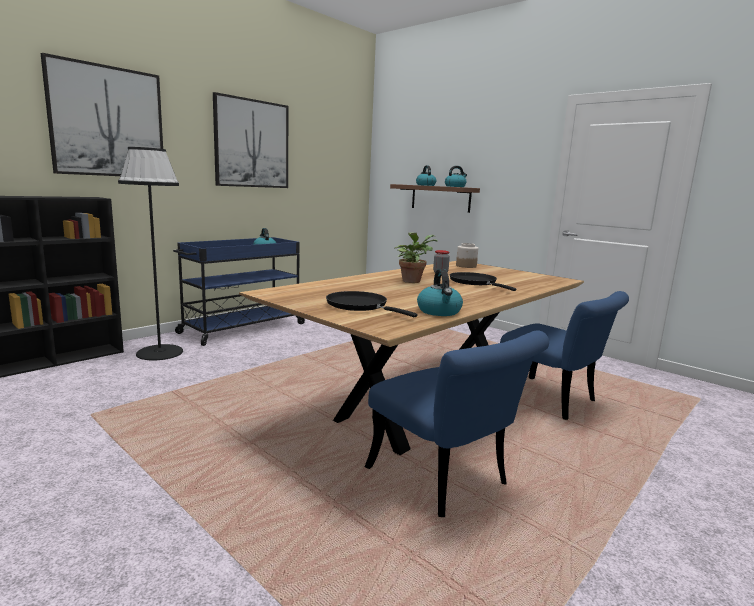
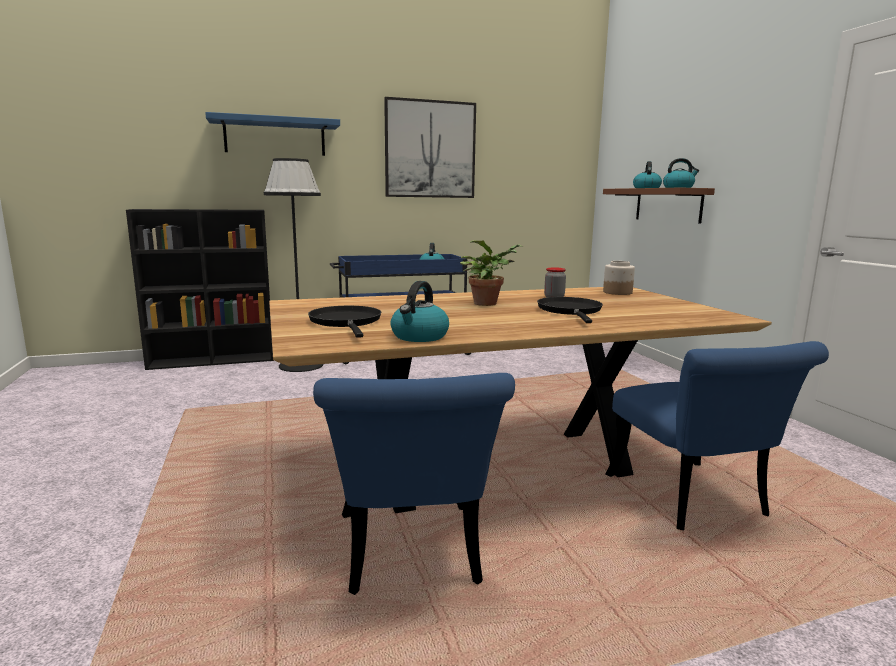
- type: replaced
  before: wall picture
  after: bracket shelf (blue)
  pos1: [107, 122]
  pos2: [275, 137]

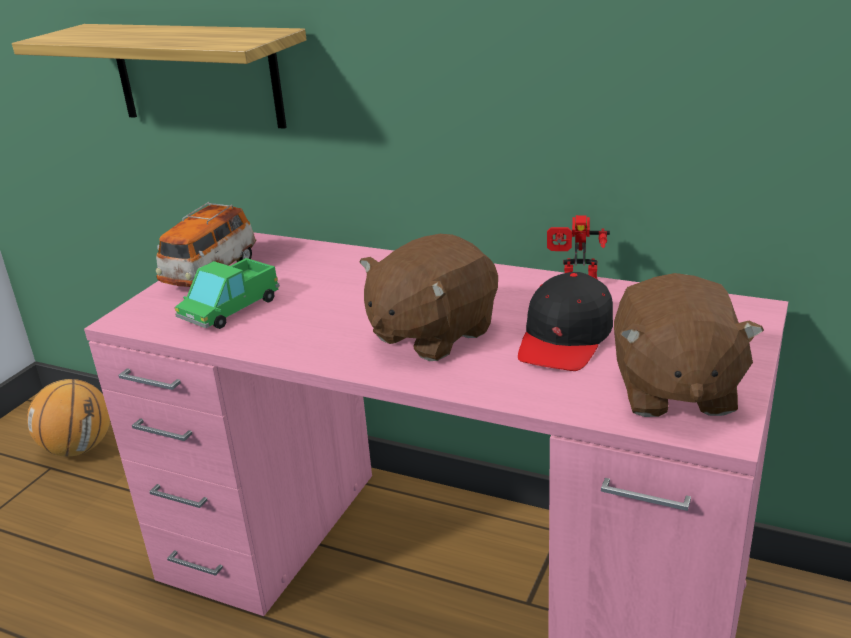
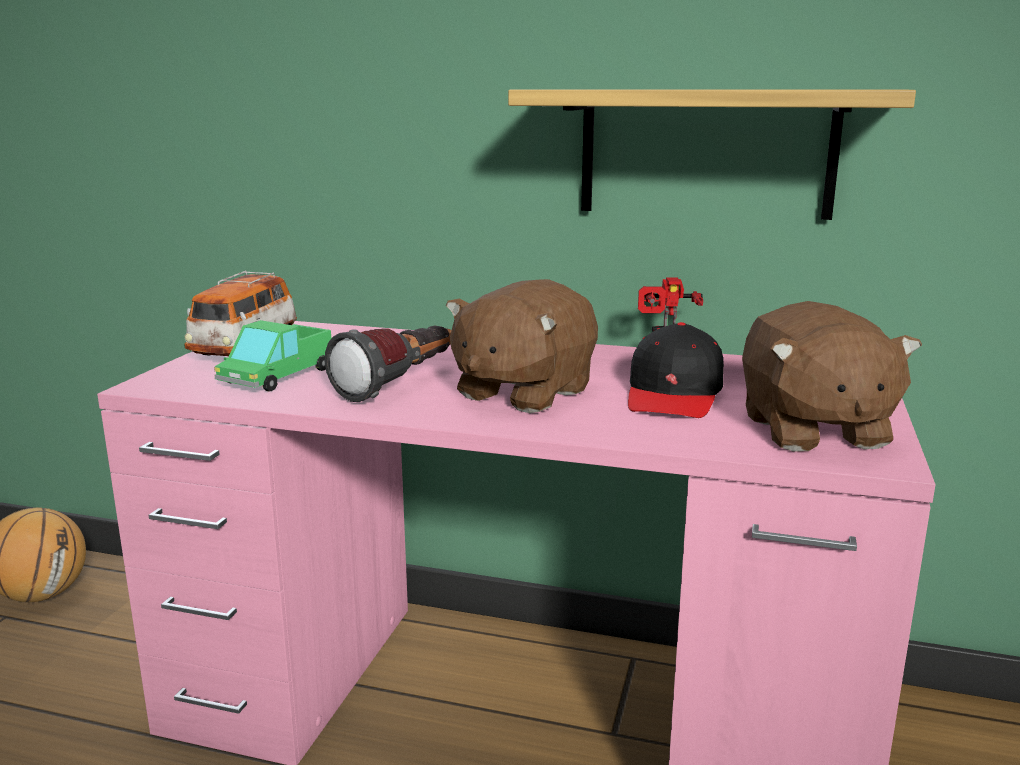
- type: moved
  before: bracket shelf
  pos1: [197, 75]
  pos2: [706, 153]
- type: added
  after: flashlight
  pos2: [400, 385]

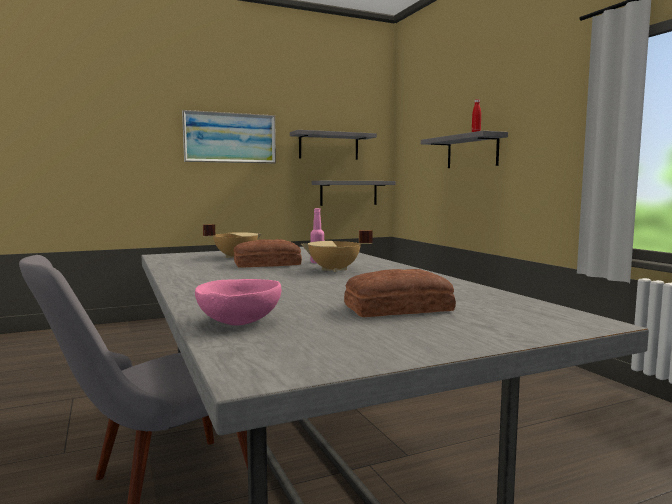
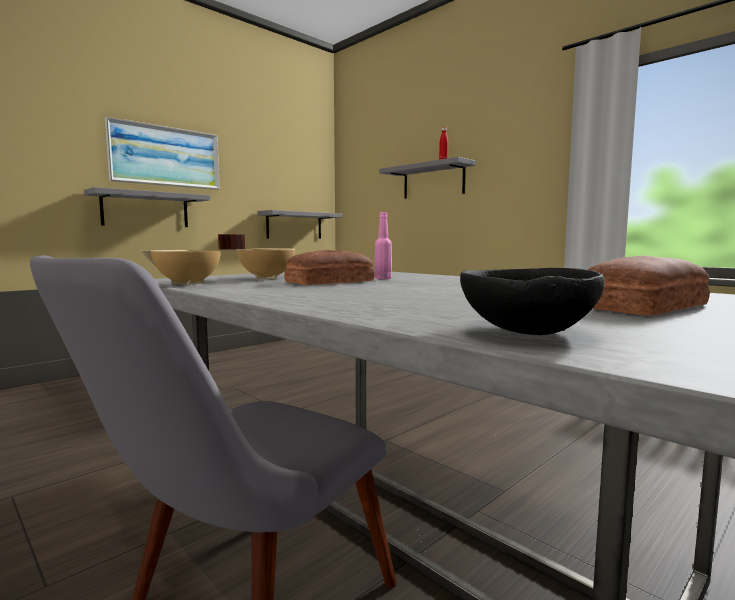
- type: recoloured
  before: deep dish (pinkish)
  after: deep dish (blackish)
  pos1: [239, 321]
  pos2: [525, 331]
- type: moved
  before: bracket shelf (greyish)
  pos1: [328, 146]
  pos2: [145, 210]
- type: moved
  before: cooking pot (sand-coloured)
  pos1: [334, 270]
  pos2: [188, 284]

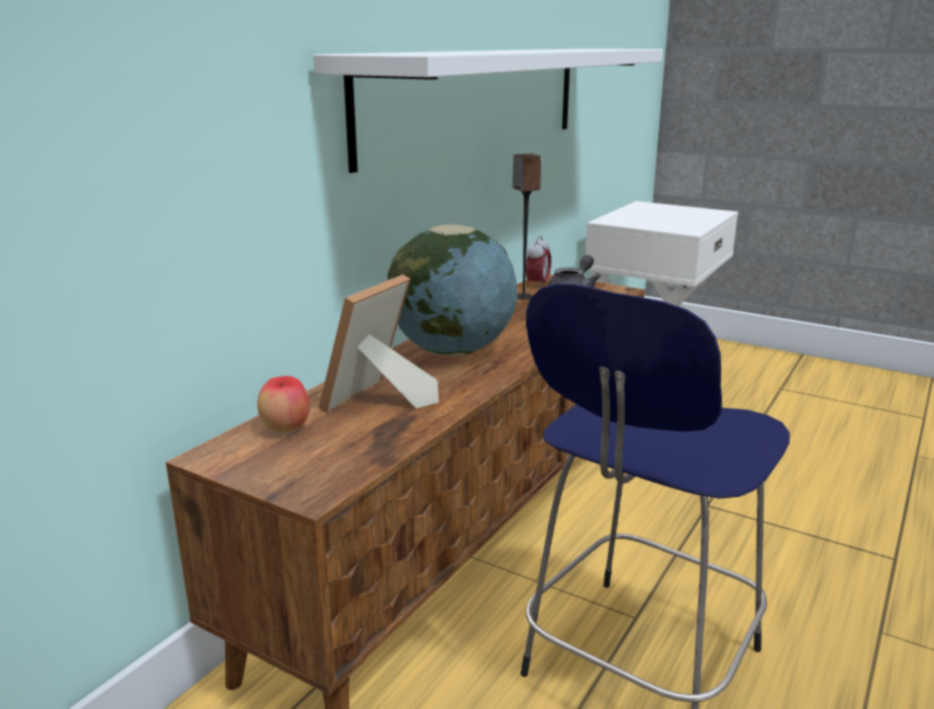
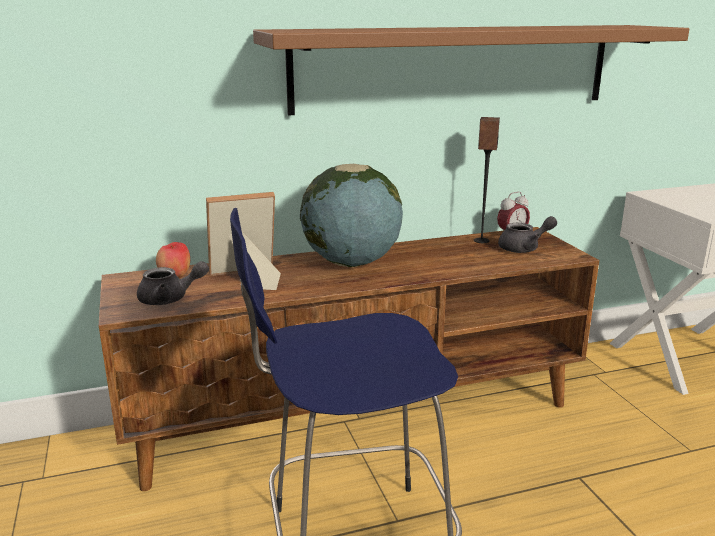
- type: recoloured
  before: bracket shelf (white)
  after: bracket shelf (brown)
  pos1: [478, 99]
  pos2: [455, 67]
- type: added
  after: pot for tea (greyish)
  pos2: [170, 299]

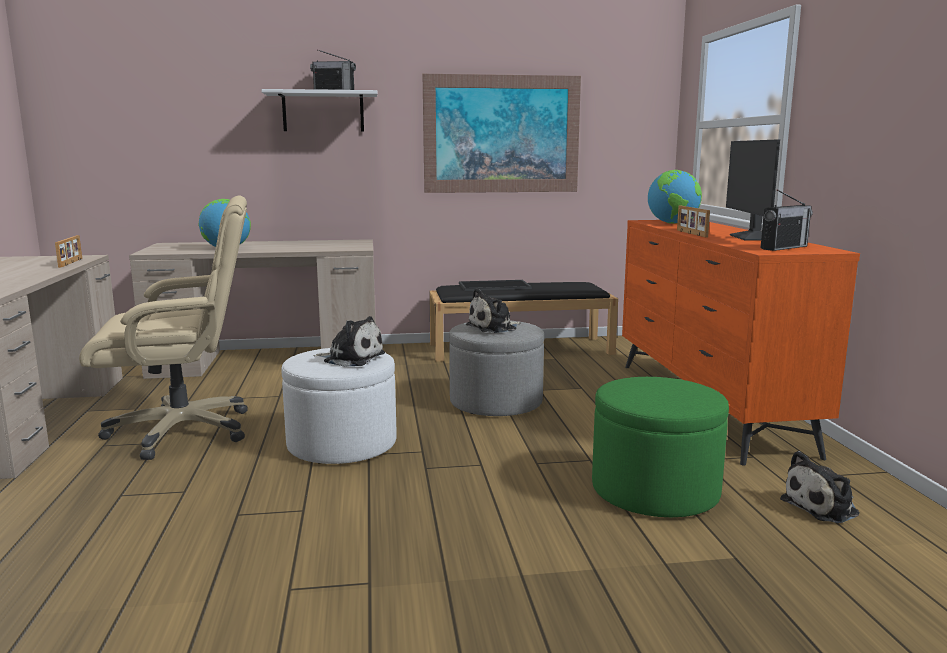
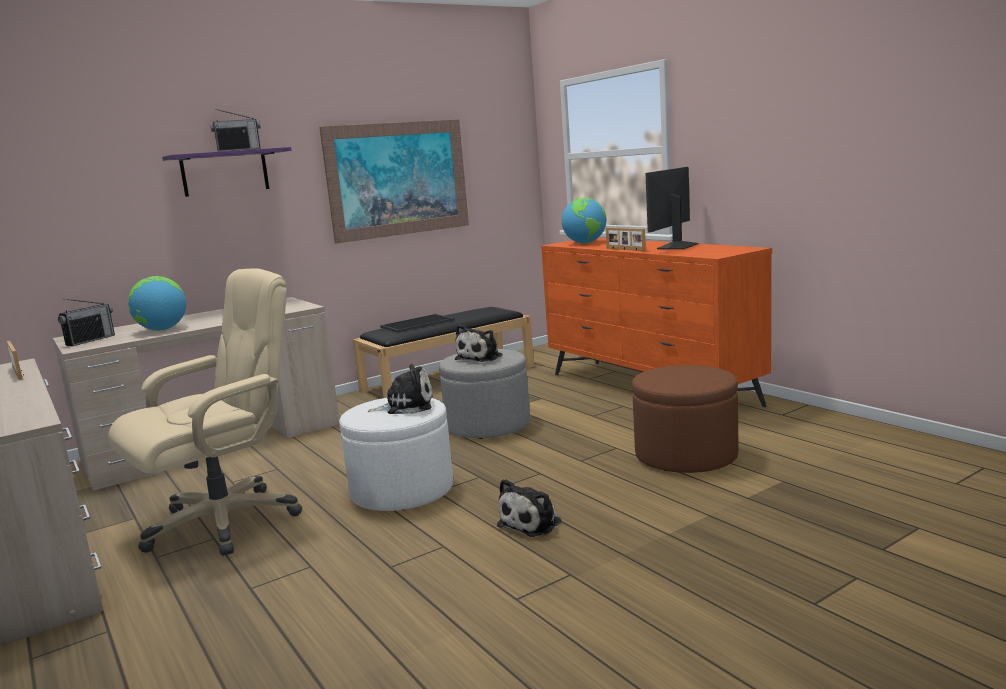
- type: recoloured
  before: bracket shelf (white)
  after: bracket shelf (purple)
  pos1: [323, 112]
  pos2: [225, 172]
- type: recoloured
  before: pouffe (green-coloured)
  after: pouffe (brown)
  pos1: [654, 491]
  pos2: [686, 455]
- type: turned
  before: computer display
  pos1: [753, 237]
  pos2: [676, 246]
  turn: 60
- type: moved
  before: radio
  pos1: [784, 248]
  pos2: [90, 340]
- type: moved
  before: soft toy
  pos1: [823, 507]
  pos2: [532, 523]

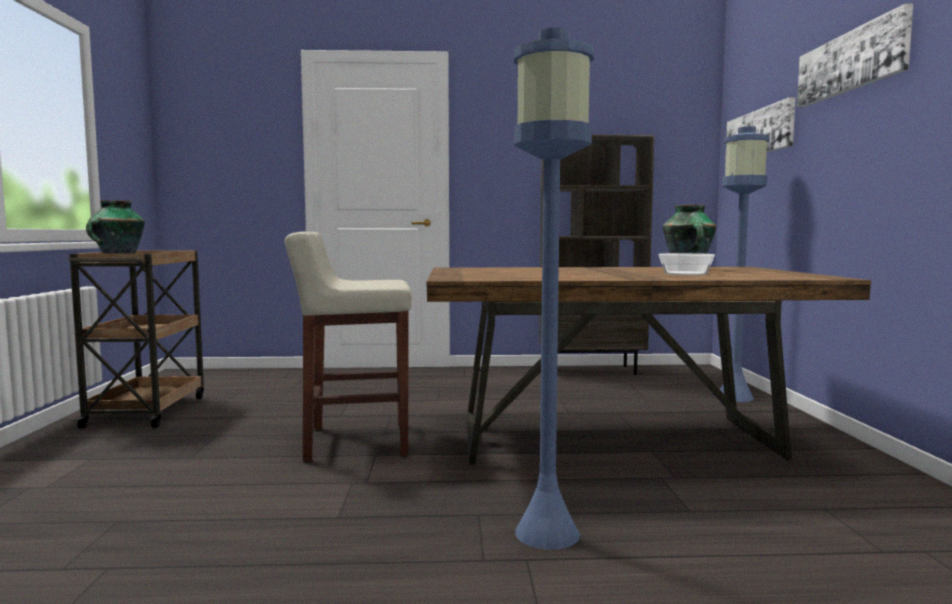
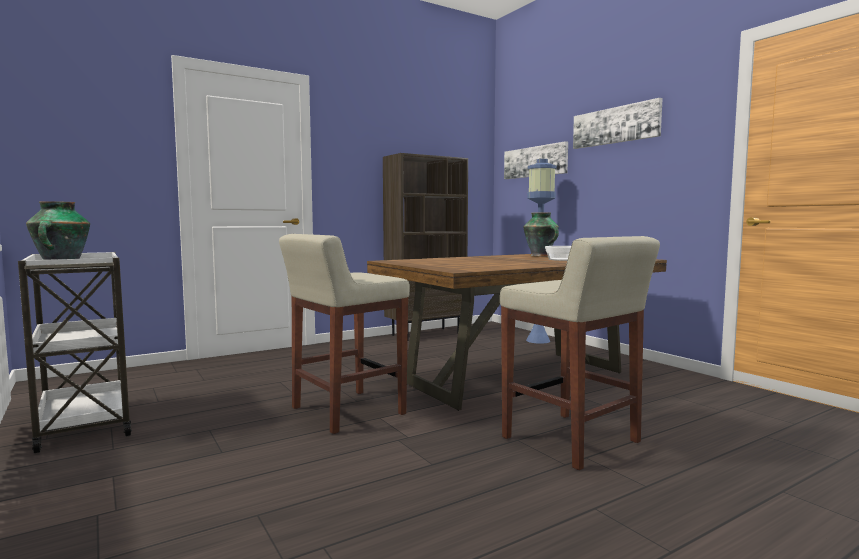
- type: recoloured
  before: cart (brown)
  after: cart (white)
  pos1: [148, 410]
  pos2: [84, 423]
- type: replaced
  before: standing lamp (blue)
  after: stool seat (sand-coloured)
  pos1: [546, 534]
  pos2: [572, 441]

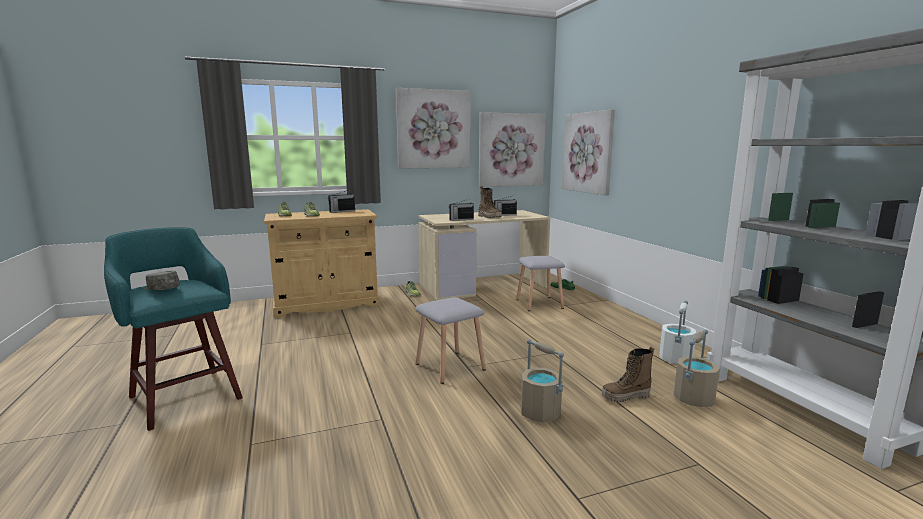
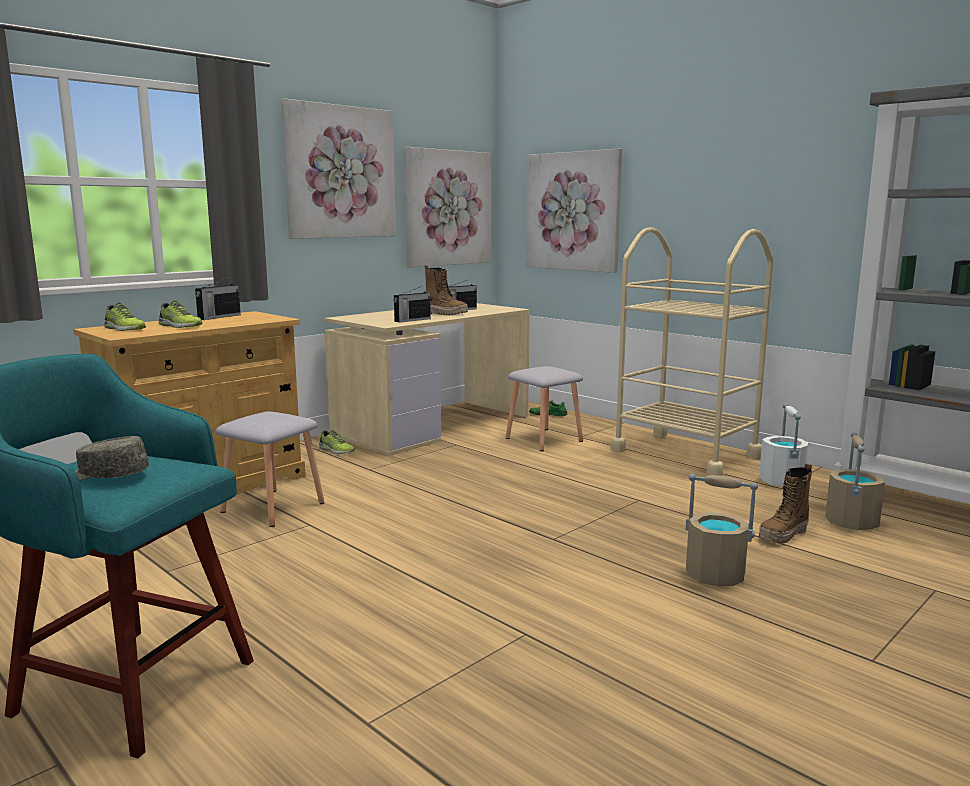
- type: moved
  before: stool seat (greyish)
  pos1: [449, 367]
  pos2: [272, 508]
- type: added
  after: cart (sand-coloured)
  pos2: [685, 453]

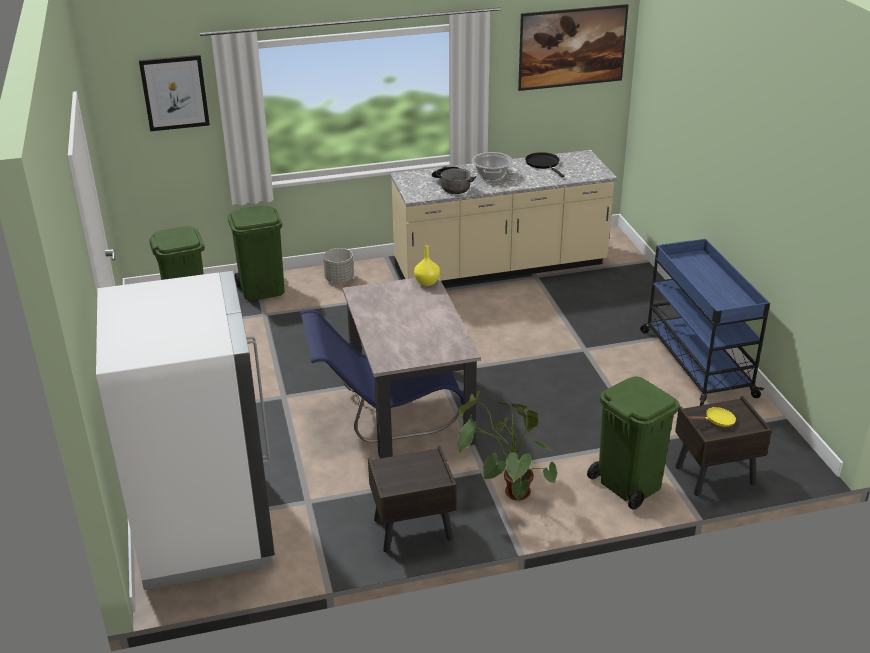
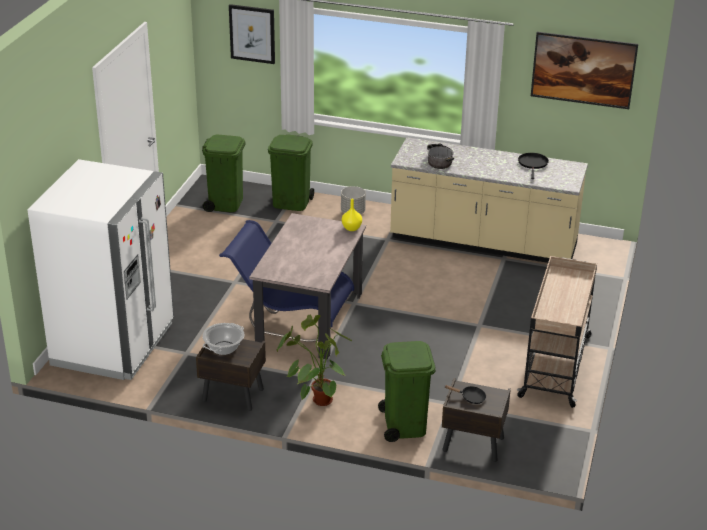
- type: moved
  before: cooking pot
  pos1: [491, 175]
  pos2: [224, 348]
- type: recoloured
  before: cart (blue)
  after: cart (sand-coloured)
  pos1: [696, 362]
  pos2: [555, 365]
- type: recoloured
  before: pan (yellow-coloured)
  after: pan (blackish)
  pos1: [716, 421]
  pos2: [470, 398]

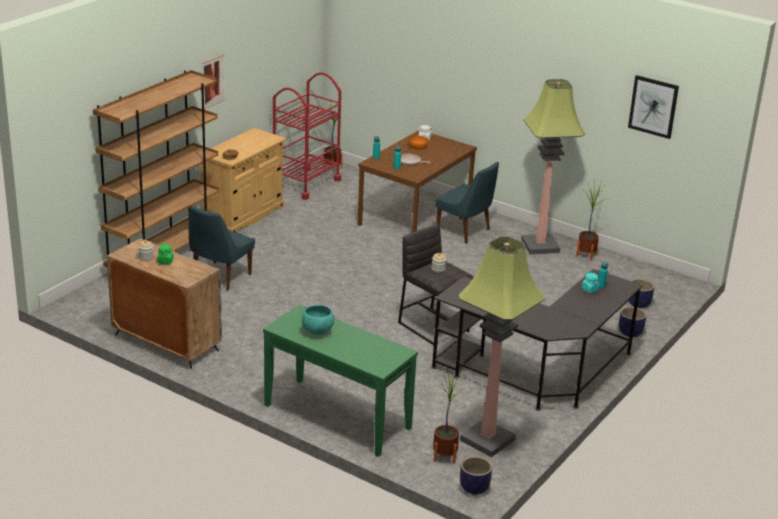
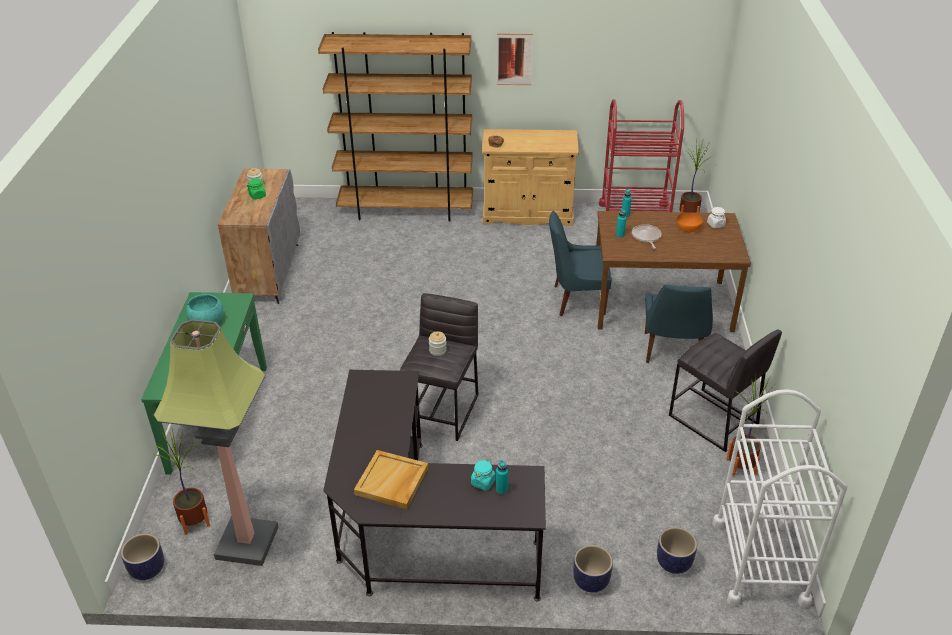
- type: moved
  before: chair (blue)
  pos1: [219, 277]
  pos2: [576, 300]
- type: replaced
  before: standing lamp
  after: stool seat (greyish)
  pos1: [540, 246]
  pos2: [713, 420]
- type: removed
  before: wall picture
  pos1: [653, 106]
- type: added
  after: serving tray (sand-coloured)
  pos2: [392, 482]
- type: added
  after: cart (white)
  pos2: [759, 562]

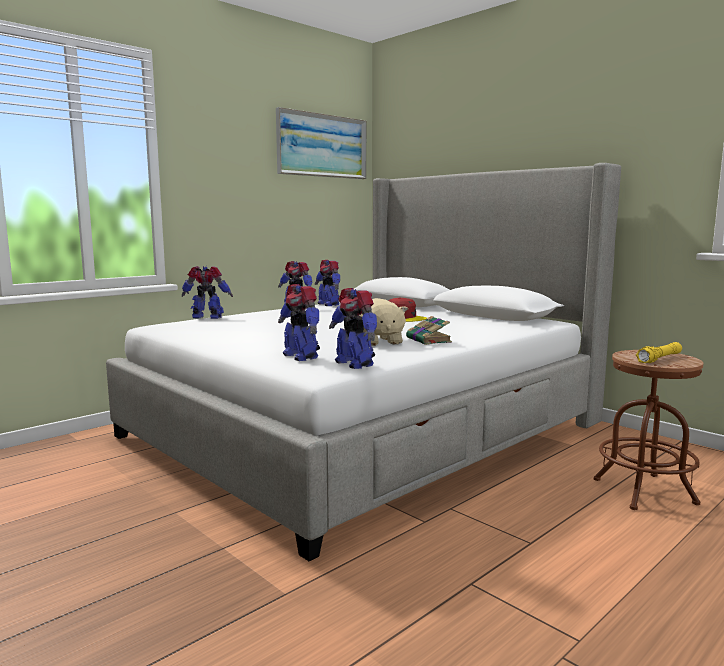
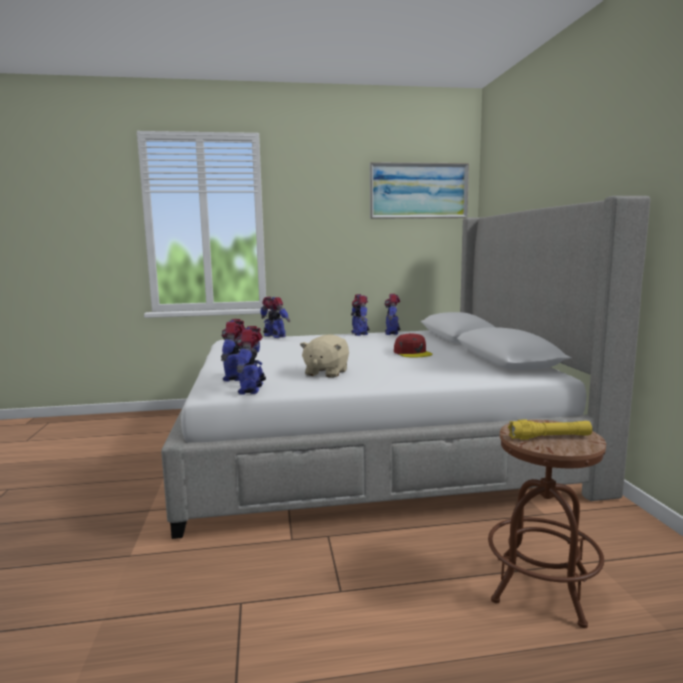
- type: removed
  before: book
  pos1: [429, 340]

